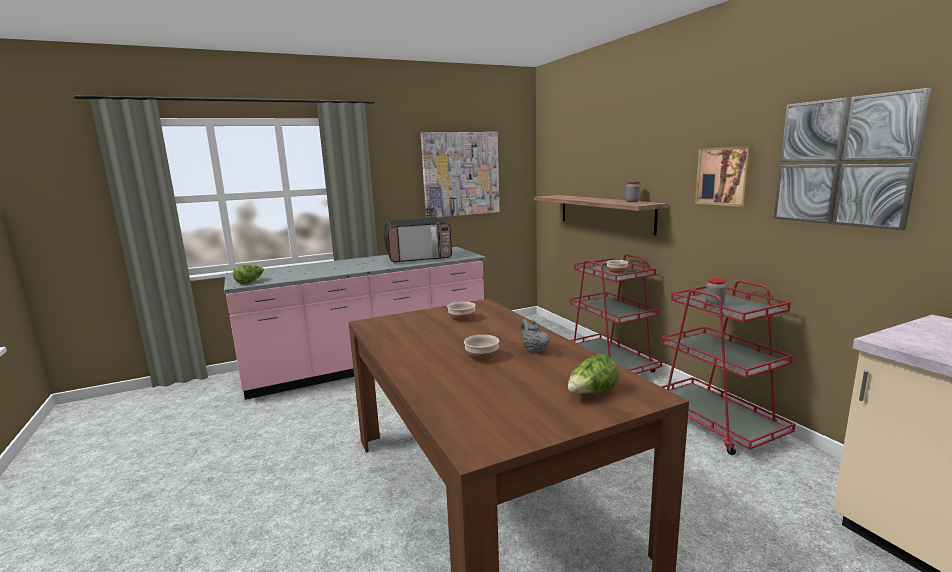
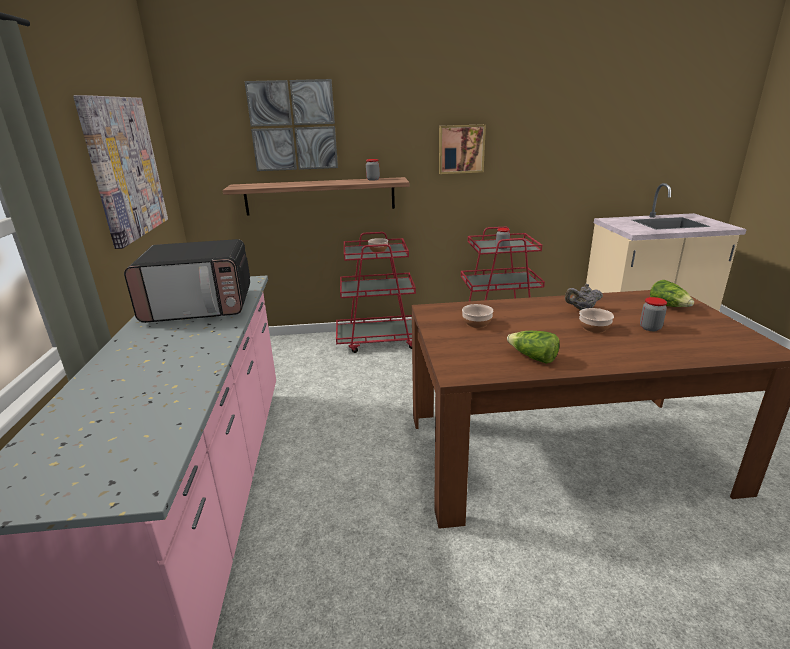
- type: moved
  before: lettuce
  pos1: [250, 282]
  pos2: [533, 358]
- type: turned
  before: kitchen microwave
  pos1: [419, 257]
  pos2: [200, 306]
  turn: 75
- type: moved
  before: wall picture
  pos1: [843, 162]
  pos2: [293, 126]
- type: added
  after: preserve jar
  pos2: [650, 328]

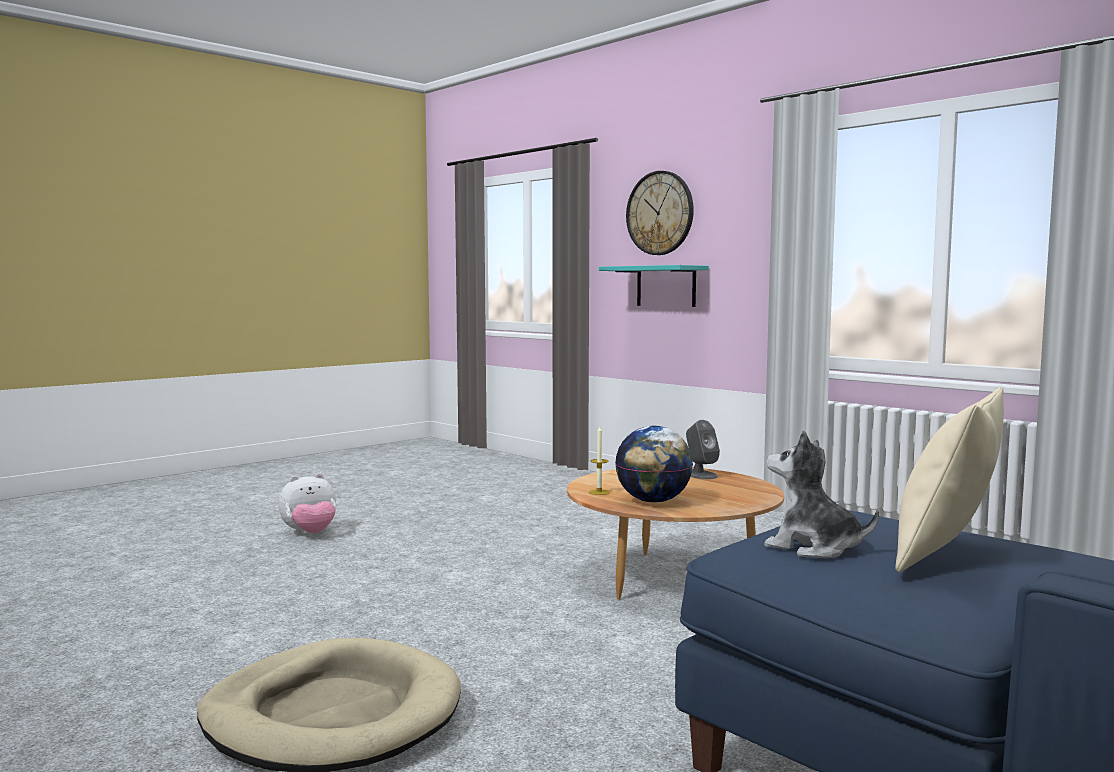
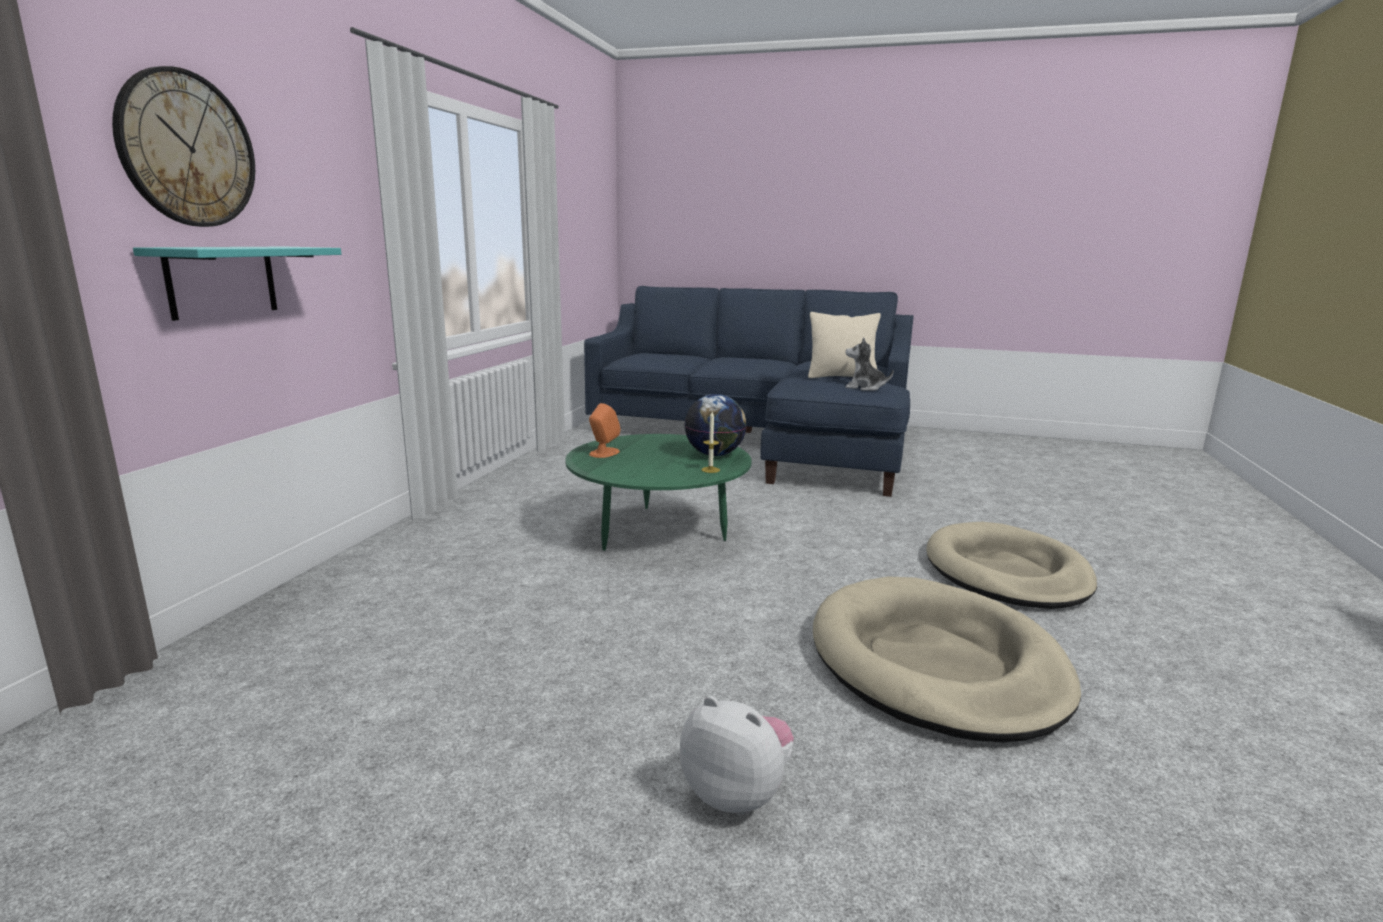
- type: recoloured
  before: lounge table (brown)
  after: lounge table (green-coloured)
  pos1: [672, 579]
  pos2: [658, 532]
- type: recoloured
  before: speaker (greyish)
  after: speaker (orange)
  pos1: [700, 475]
  pos2: [604, 453]
- type: turned
  before: soft toy
  pos1: [813, 548]
  pos2: [864, 388]
  turn: 105
- type: added
  after: dog cushion (sand-coloured)
  pos2: [936, 664]

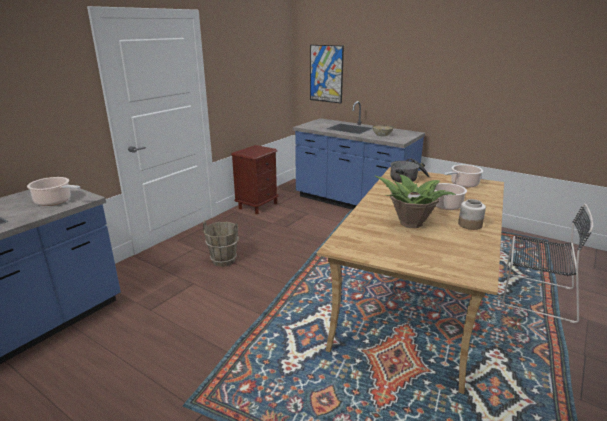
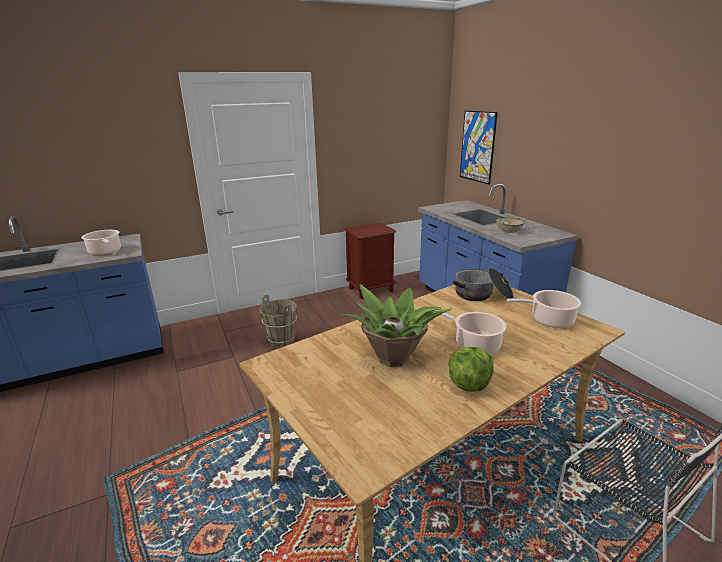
- type: replaced
  before: preserve jar
  after: lettuce
  pos1: [469, 225]
  pos2: [469, 384]

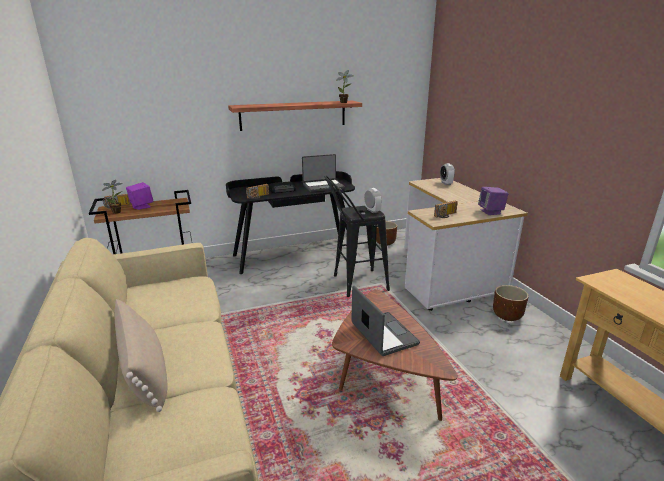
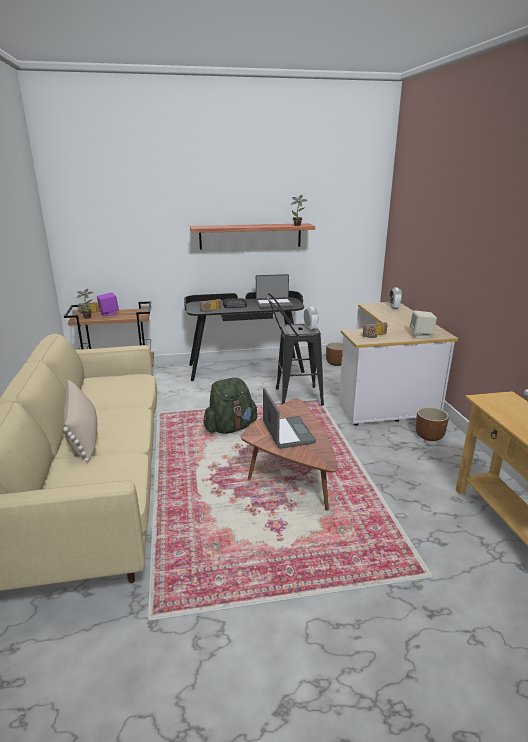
- type: recoloured
  before: speaker (purple)
  after: speaker (sand-coloured)
  pos1: [491, 212]
  pos2: [421, 335]
- type: added
  after: backpack (green-coloured)
  pos2: [230, 428]

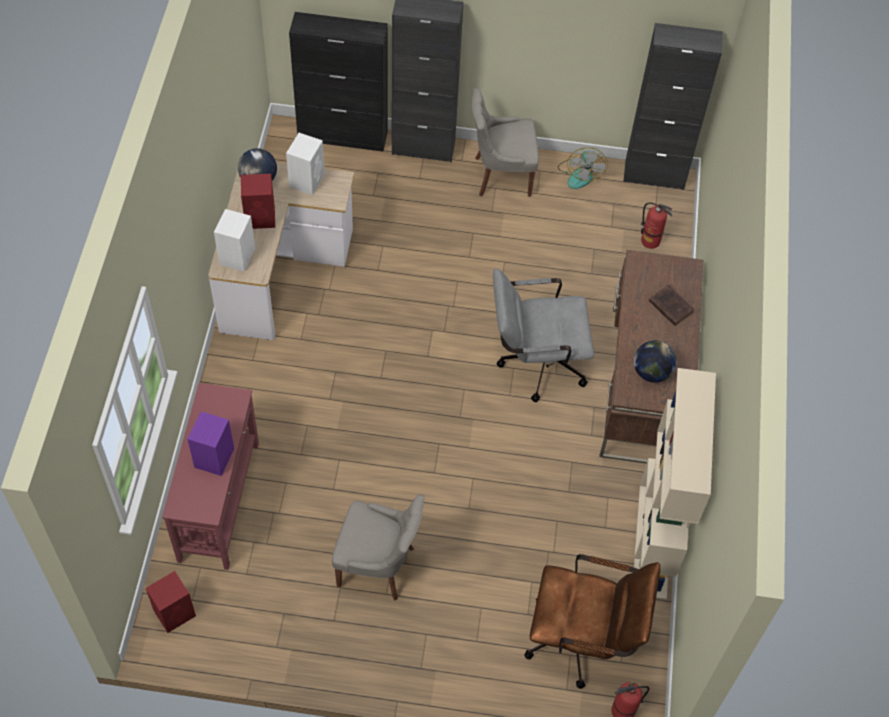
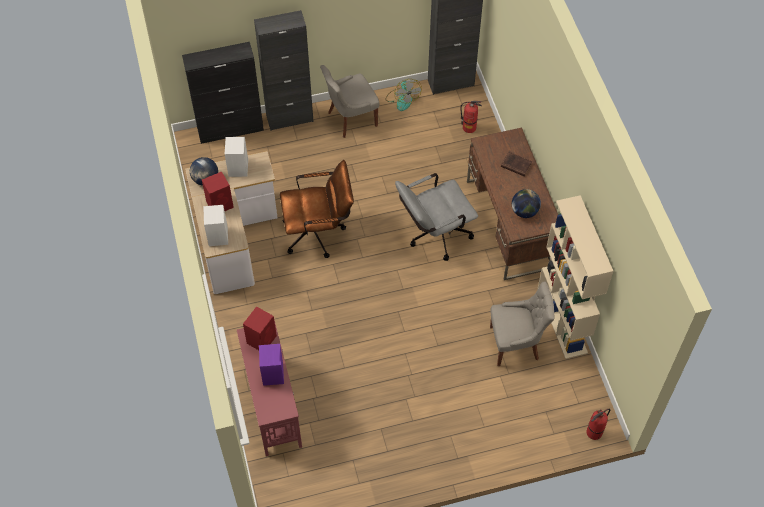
- type: moved
  before: speaker (red)
  pos1: [175, 612]
  pos2: [262, 339]
- type: moved
  before: chair (greyish)
  pos1: [378, 566]
  pos2: [515, 343]
- type: moved
  before: office chair (brown)
  pos1: [583, 641]
  pos2: [319, 233]

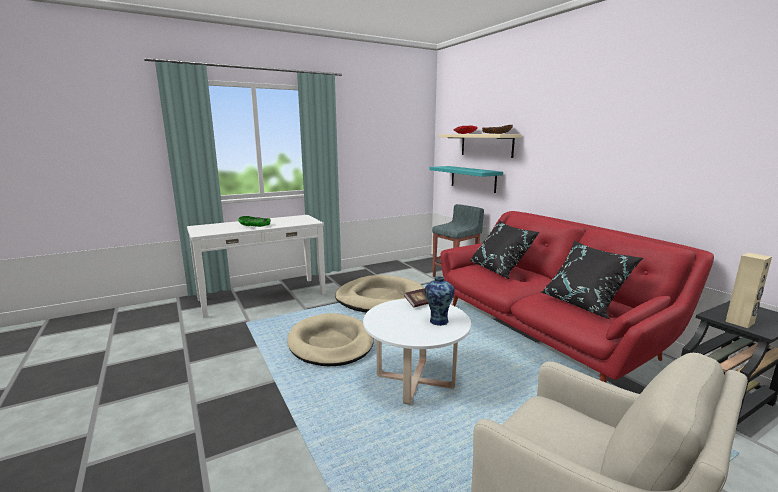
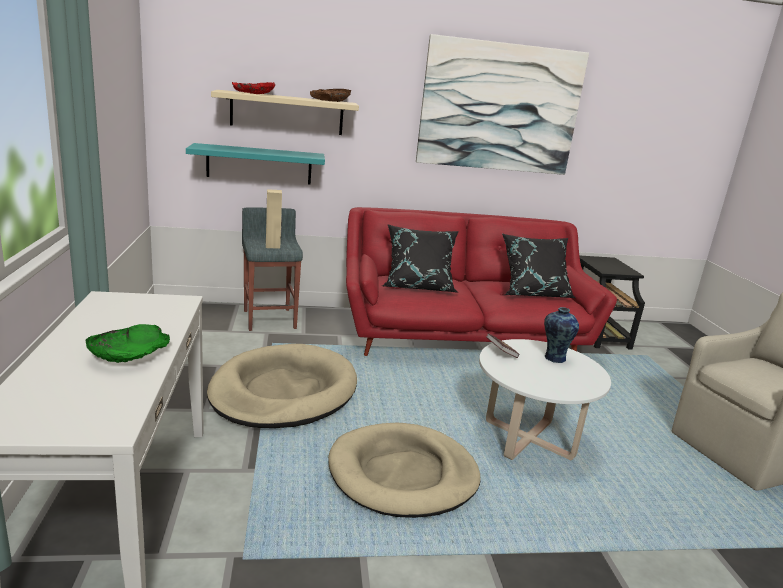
- type: moved
  before: speaker (sand-coloured)
  pos1: [740, 322]
  pos2: [273, 246]
- type: added
  after: wall picture
  pos2: [500, 108]

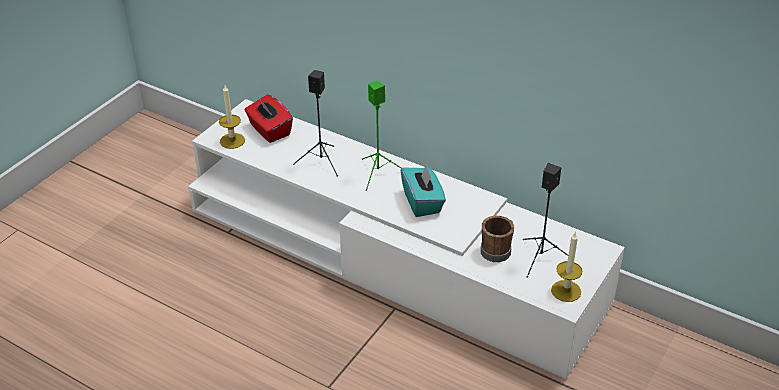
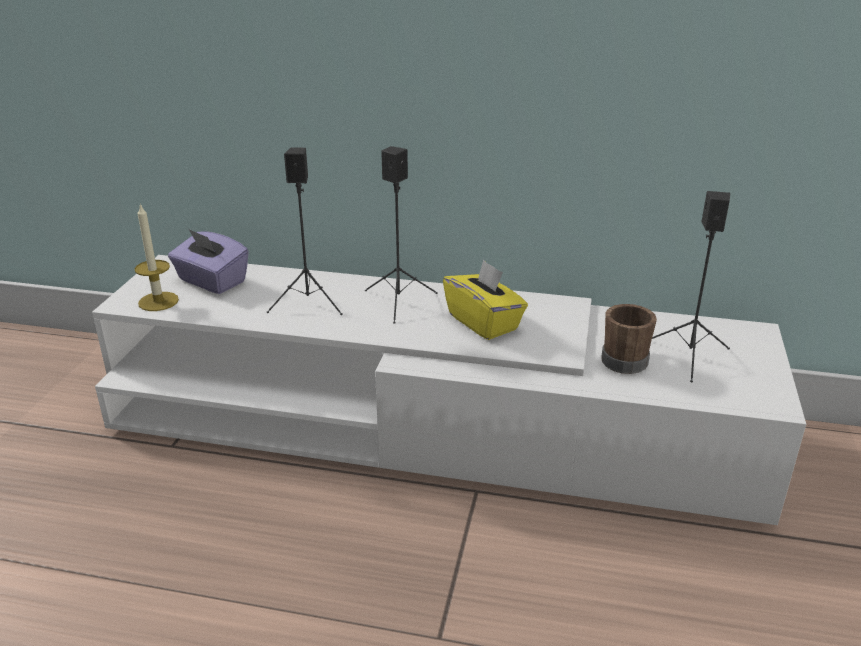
- type: recoloured
  before: box of tissues (red)
  after: box of tissues (purple)
  pos1: [269, 130]
  pos2: [211, 281]
- type: recoloured
  before: speaker (green-coloured)
  after: speaker (blackish)
  pos1: [378, 173]
  pos2: [399, 301]
- type: recoloured
  before: box of tissues (blue-green)
  after: box of tissues (yellow-coloured)
  pos1: [422, 202]
  pos2: [484, 322]
- type: removed
  before: wax light
  pos1: [566, 291]

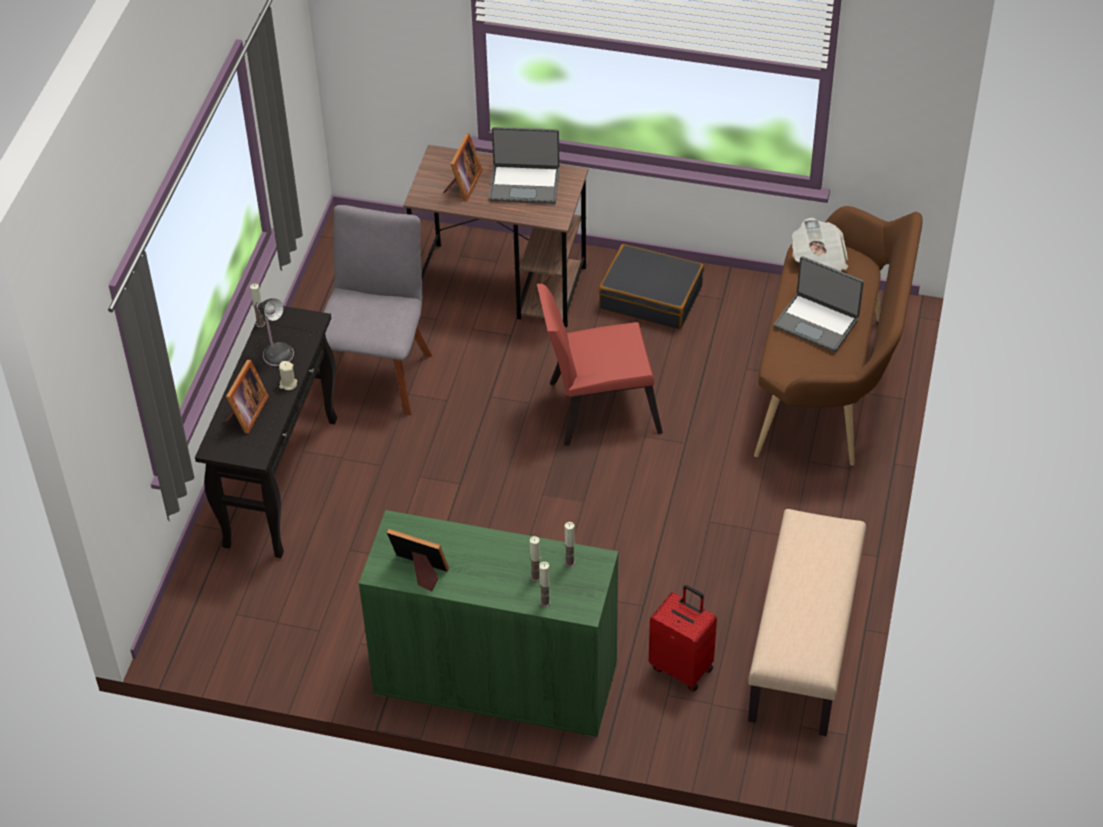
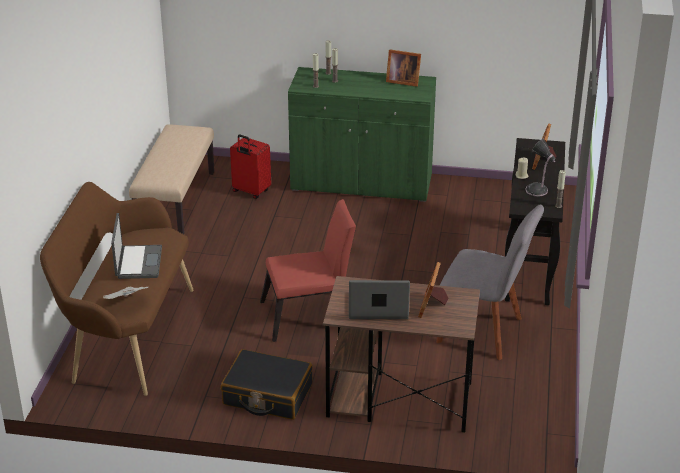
- type: turned
  before: chair (greyish)
  pos1: [378, 373]
  pos2: [484, 332]
  turn: -75
- type: turned
  before: laptop
  pos1: [817, 322]
  pos2: [137, 263]
  turn: 60

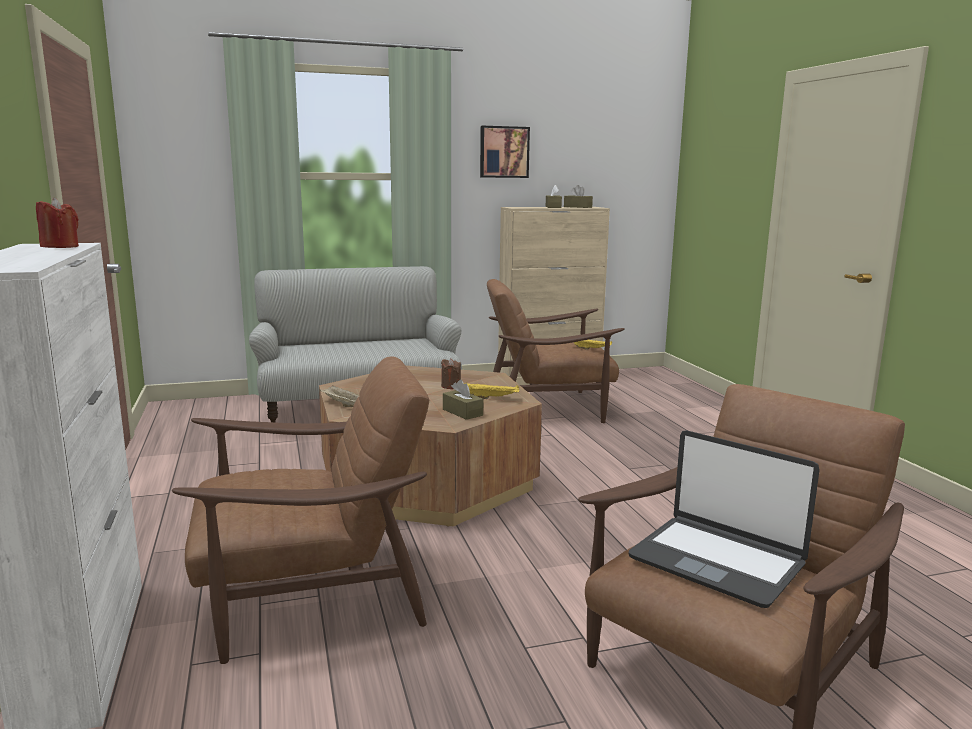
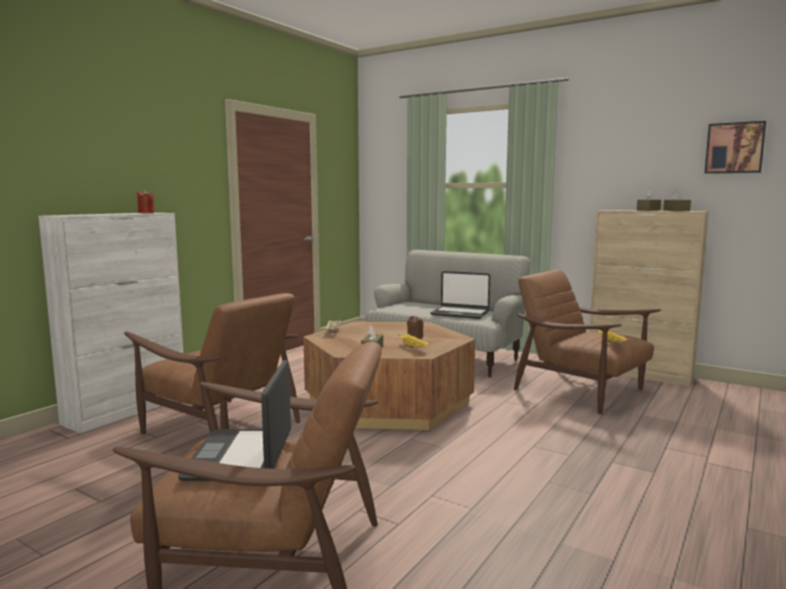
- type: moved
  before: wall picture
  pos1: [504, 152]
  pos2: [734, 148]
- type: added
  after: laptop
  pos2: [460, 313]

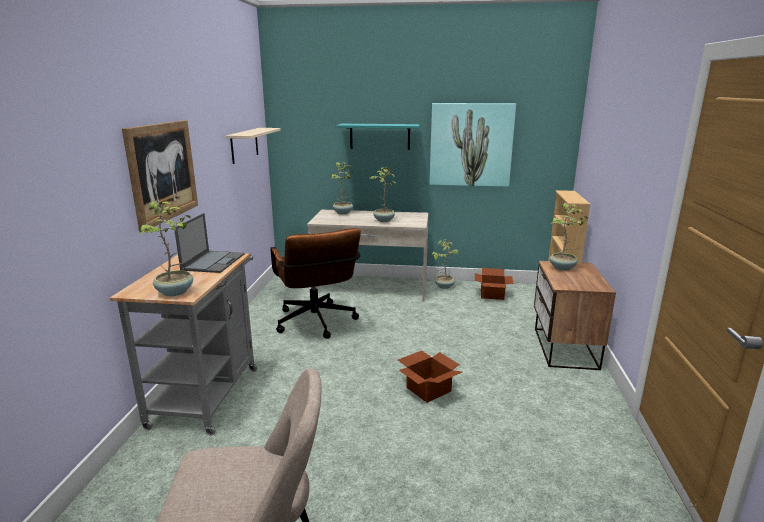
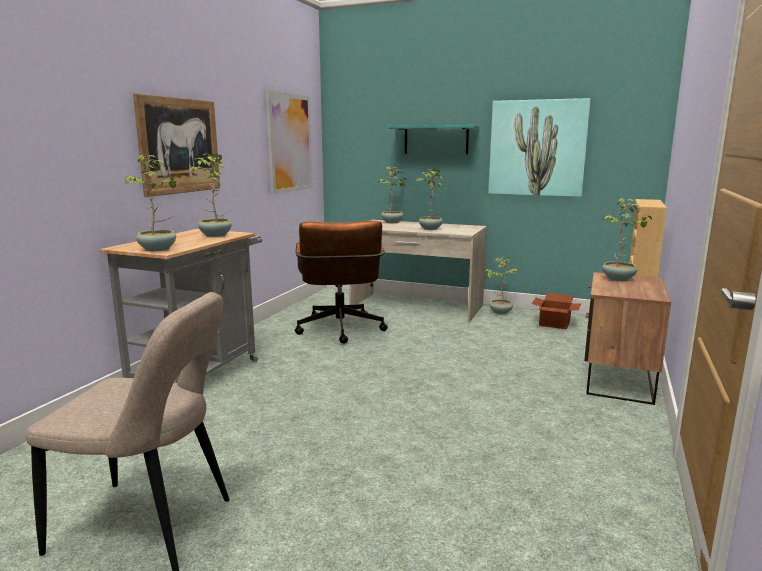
- type: replaced
  before: laptop
  after: houseplant
  pos1: [213, 261]
  pos2: [215, 235]
- type: replaced
  before: bracket shelf (sand-coloured)
  after: wall picture
  pos1: [244, 145]
  pos2: [289, 143]
- type: removed
  before: cardboard box
  pos1: [428, 388]

